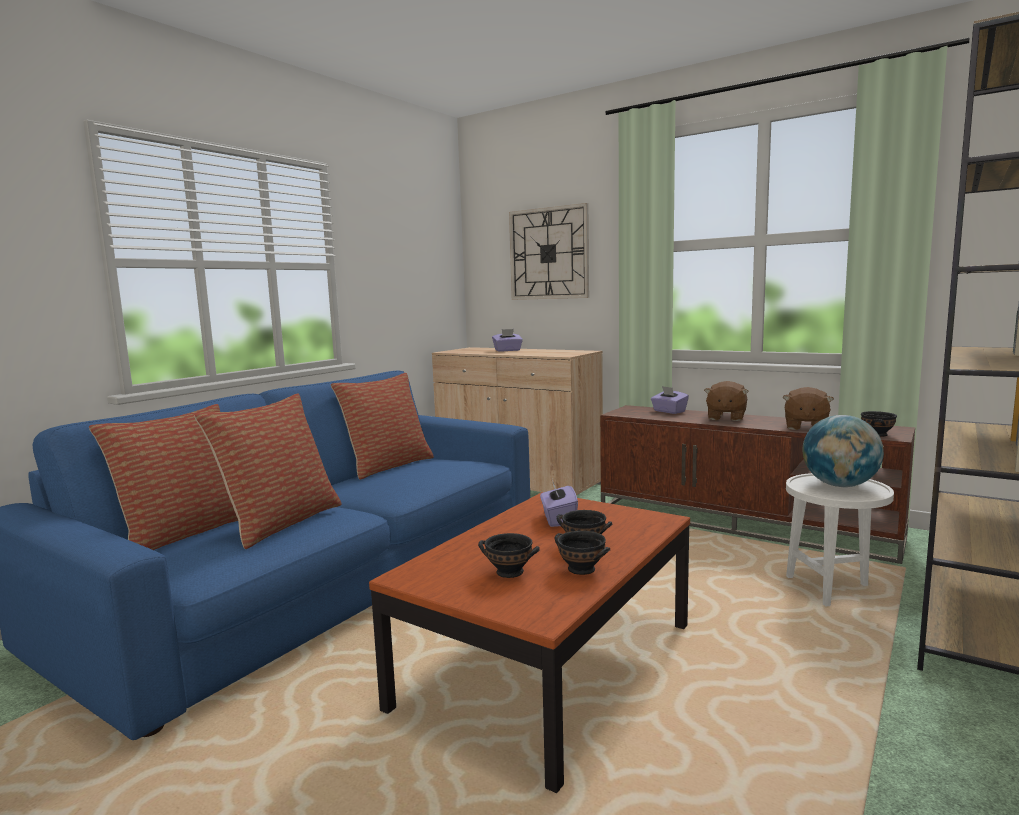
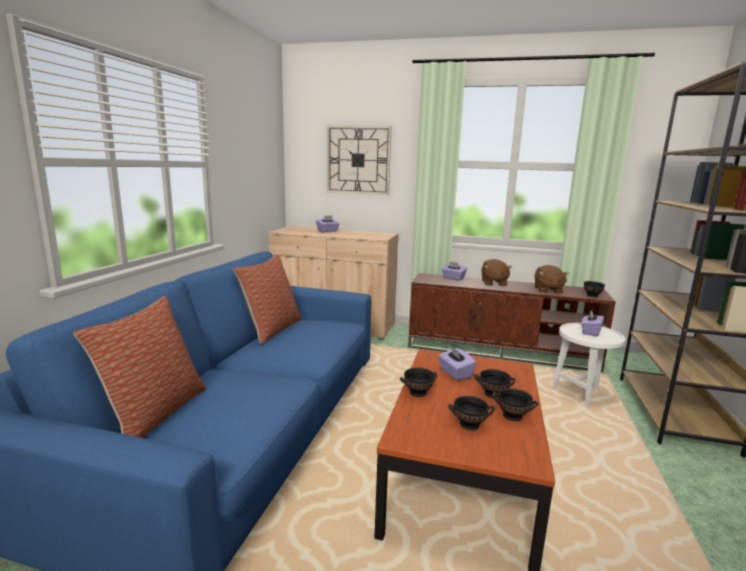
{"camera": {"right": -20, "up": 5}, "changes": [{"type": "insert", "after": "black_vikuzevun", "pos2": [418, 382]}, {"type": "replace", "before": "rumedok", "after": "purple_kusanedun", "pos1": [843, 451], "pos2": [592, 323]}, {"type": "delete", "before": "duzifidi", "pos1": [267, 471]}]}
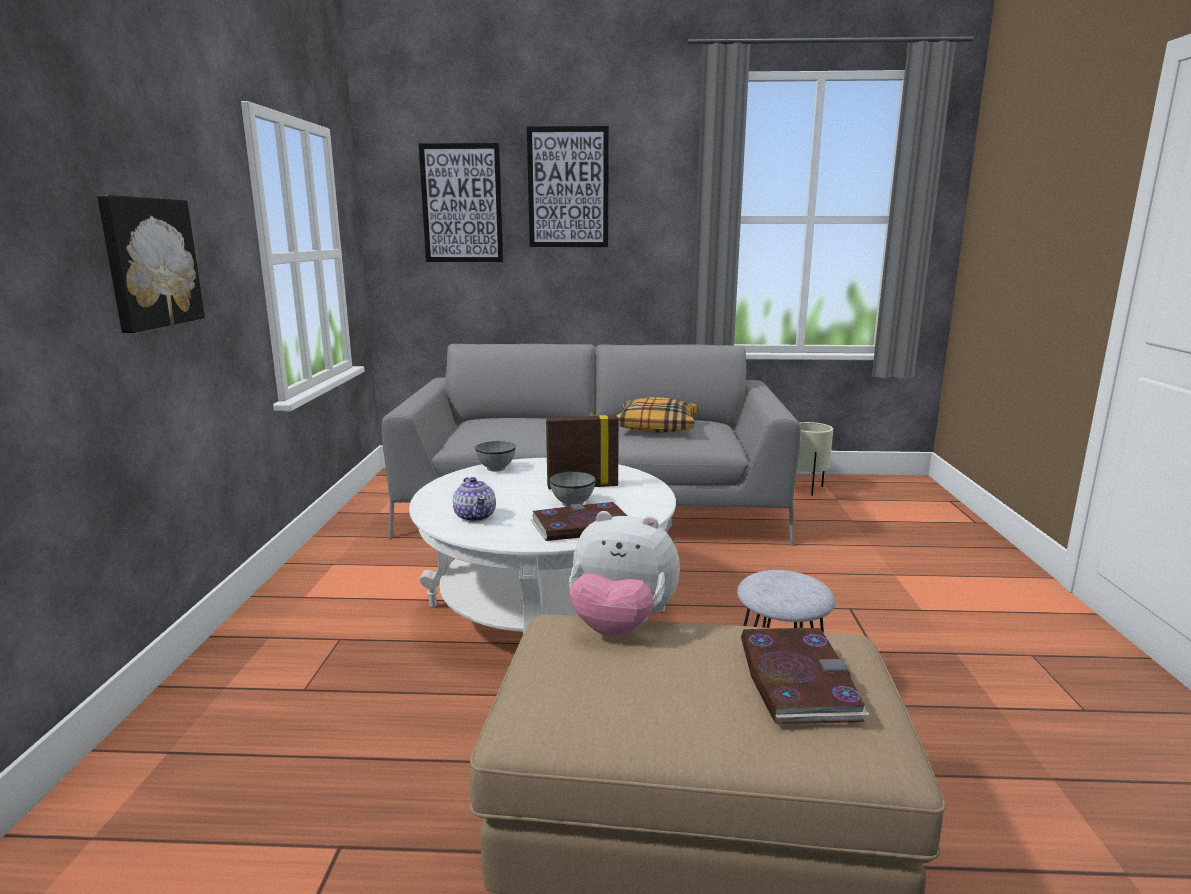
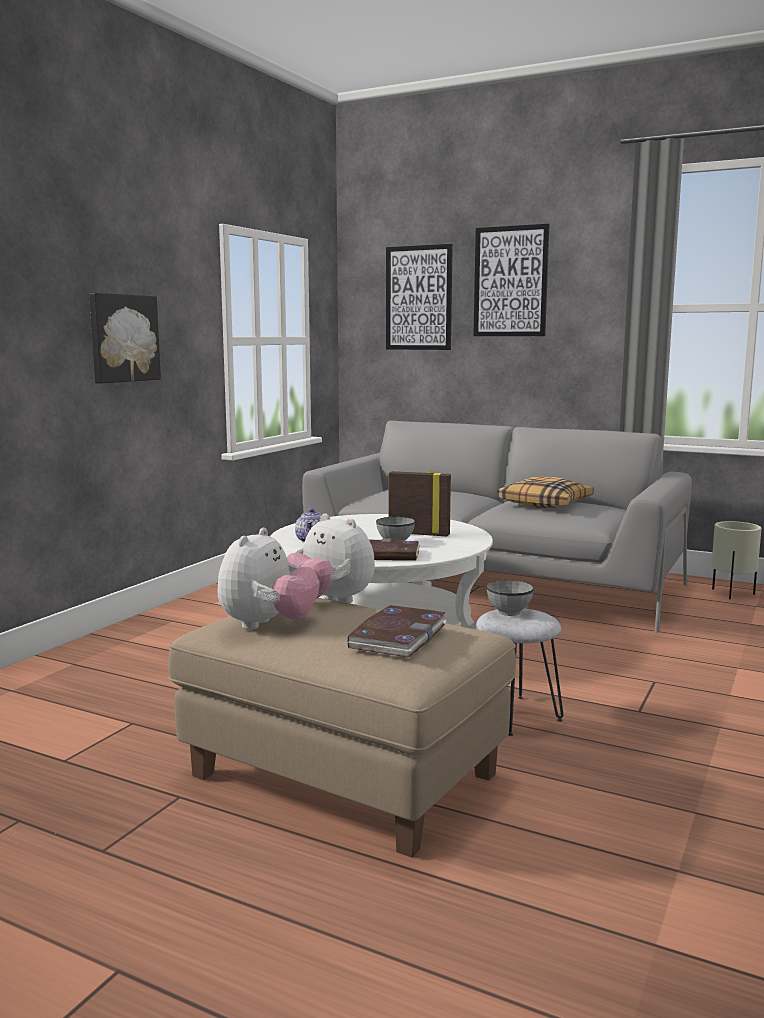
{"camera": {"right": 25, "up": -5}, "changes": [{"type": "insert", "after": "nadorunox", "pos2": [268, 579]}, {"type": "move", "before": "grey_vikuzevun", "pos1": [495, 456], "pos2": [510, 598]}]}
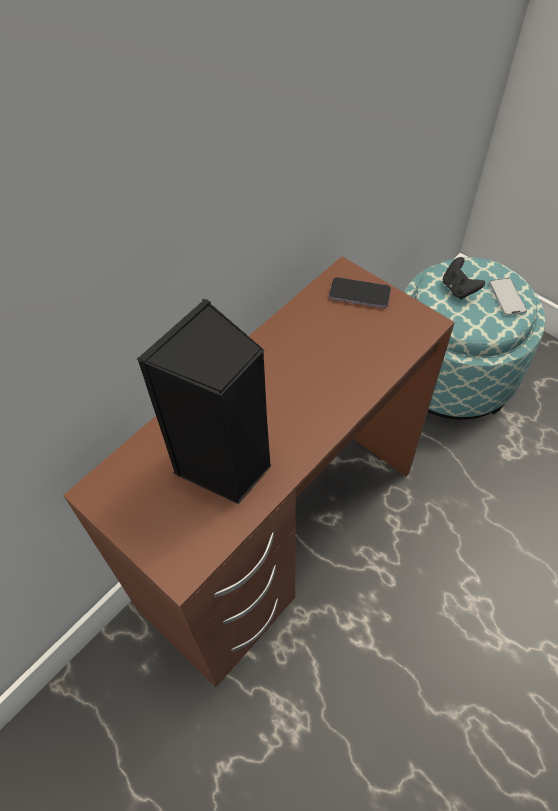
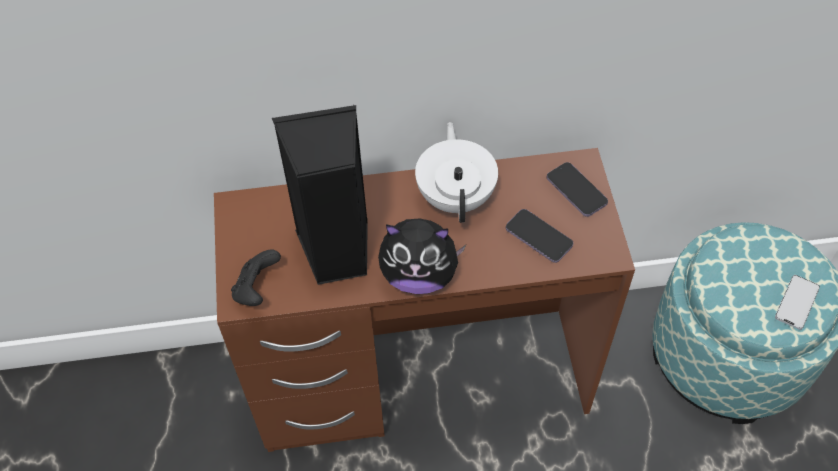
{"camera": {"right": 40, "up": 0}, "changes": [{"type": "move", "before": "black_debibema", "pos1": [464, 278], "pos2": [256, 277]}, {"type": "insert", "after": "nadorunox", "pos2": [422, 256]}, {"type": "insert", "after": "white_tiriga", "pos2": [456, 172]}, {"type": "insert", "after": "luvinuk", "pos2": [539, 236]}]}
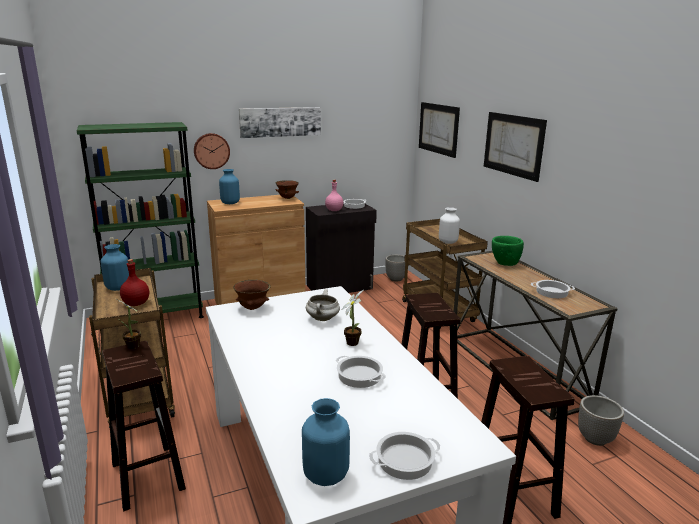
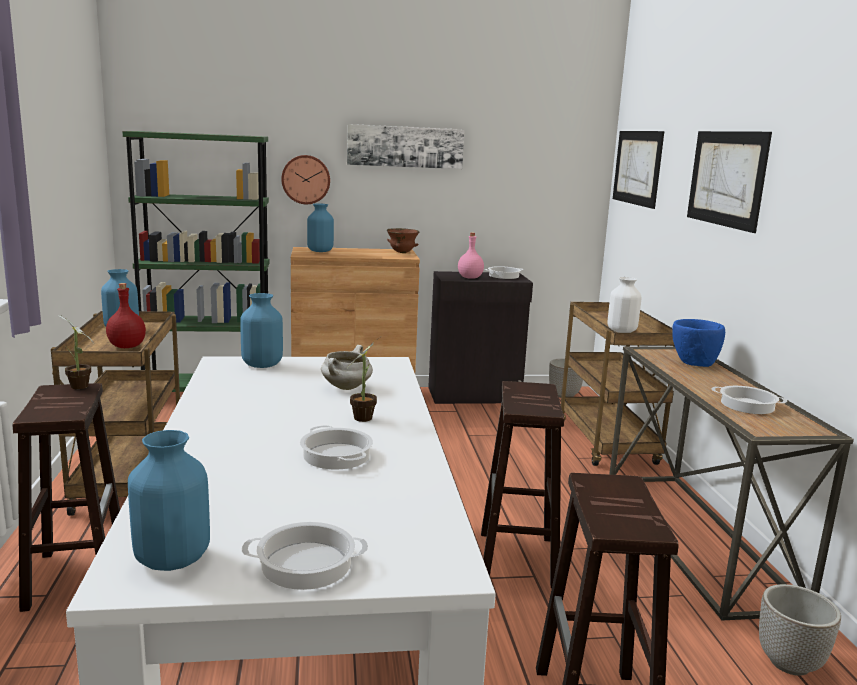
{"camera": {"right": 15, "up": -5}, "changes": [{"type": "replace", "before": "brown_vikuzevun", "after": "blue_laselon", "pos1": [252, 295], "pos2": [261, 330]}, {"type": "recolor", "before": "green_vikuzevun", "after": "blue_vikuzevun", "pos1": [508, 251], "pos2": [698, 343]}]}
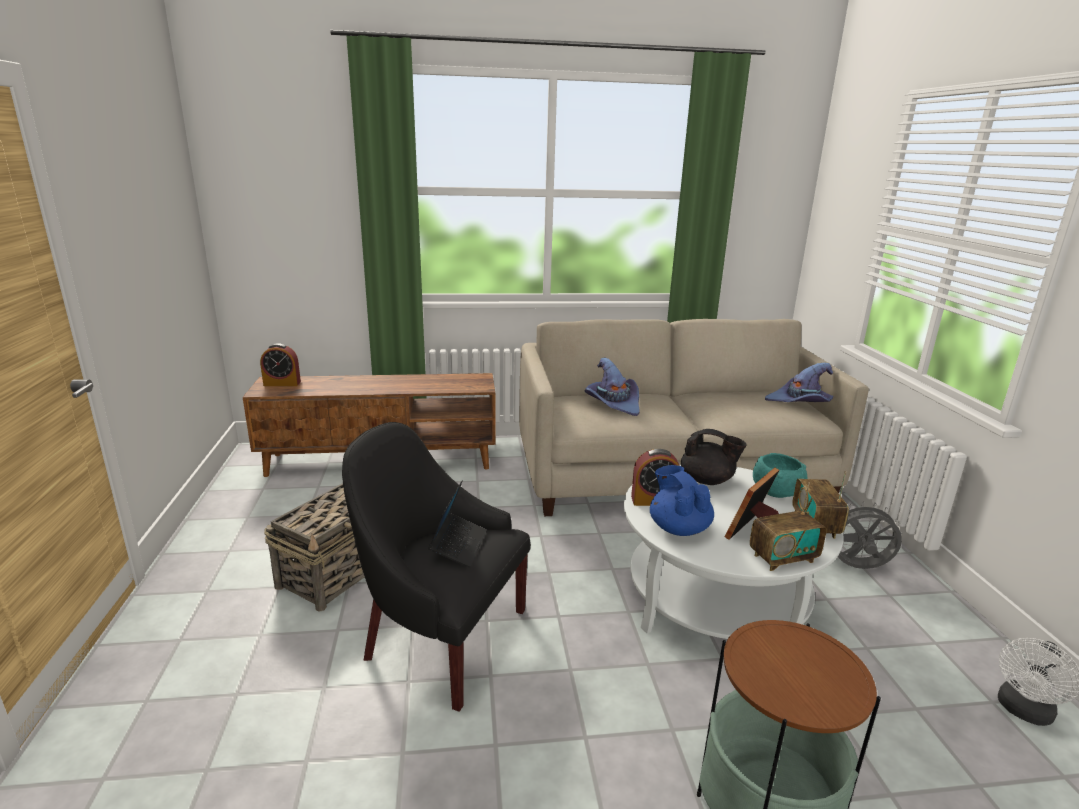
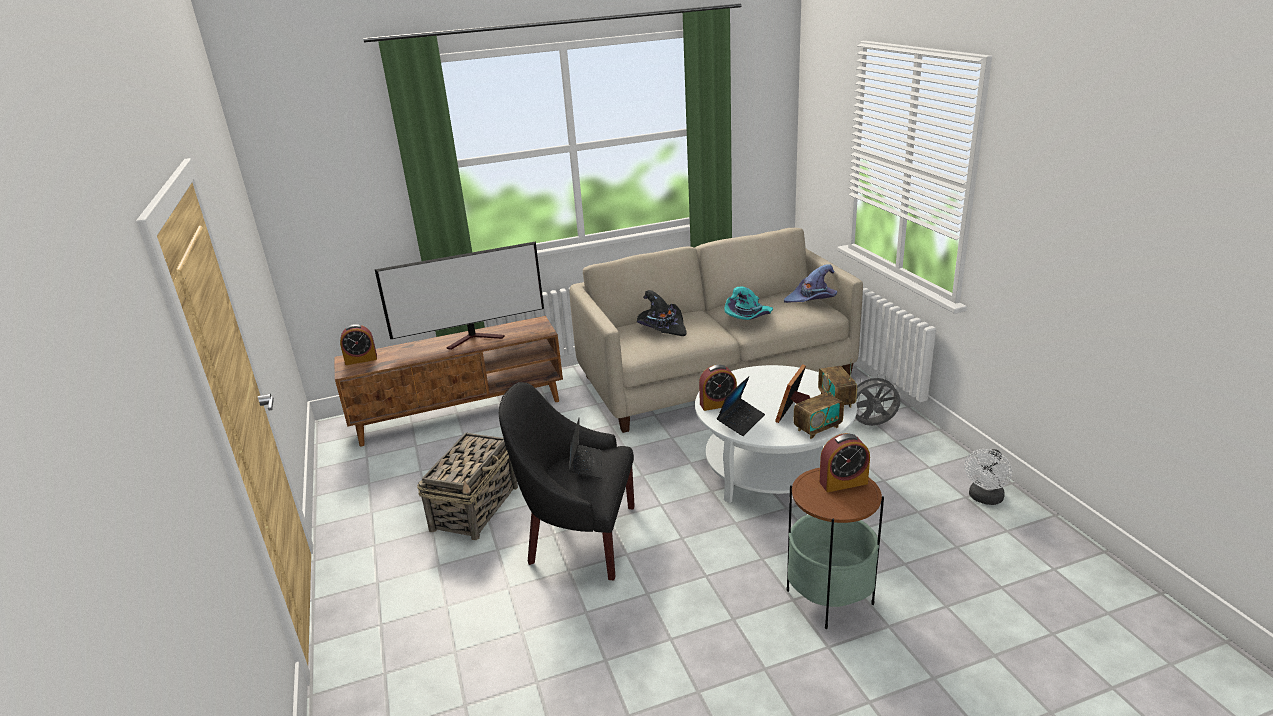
{"camera": {"right": -10, "up": 5}, "changes": [{"type": "insert", "after": "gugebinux", "pos2": [459, 295]}, {"type": "recolor", "before": "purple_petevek", "after": "black_petevek", "pos1": [612, 387], "pos2": [662, 313]}, {"type": "replace", "before": "blue_tiriga", "after": "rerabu", "pos1": [682, 500], "pos2": [741, 406]}, {"type": "insert", "after": "turquoise_petevek", "pos2": [748, 303]}, {"type": "insert", "after": "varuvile", "pos2": [844, 462]}, {"type": "delete", "before": "black_tiriga", "pos1": [714, 457]}, {"type": "delete", "before": "turquoise_vikuzevun", "pos1": [780, 475]}]}
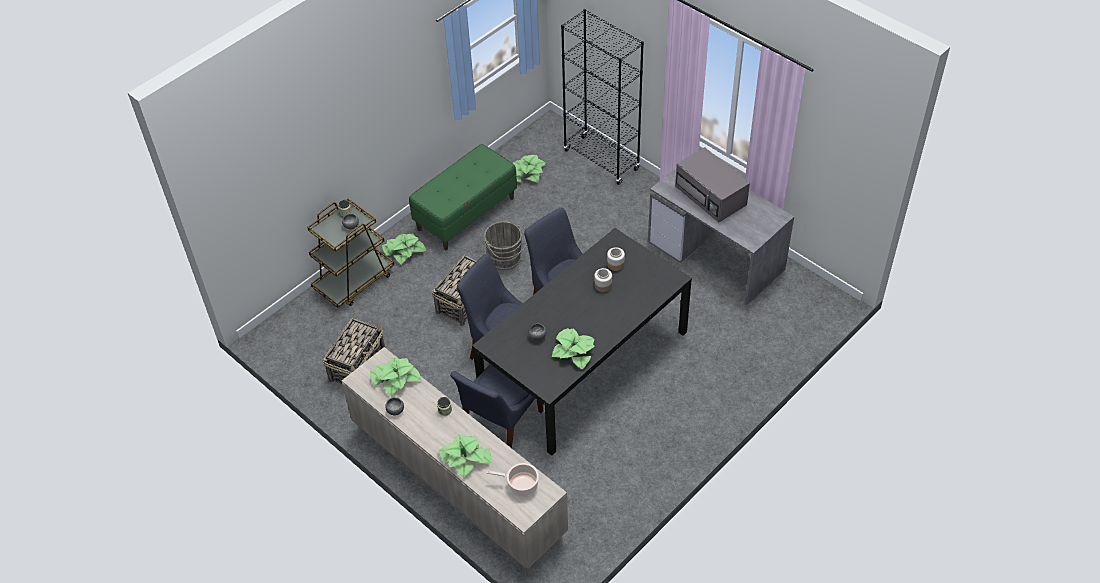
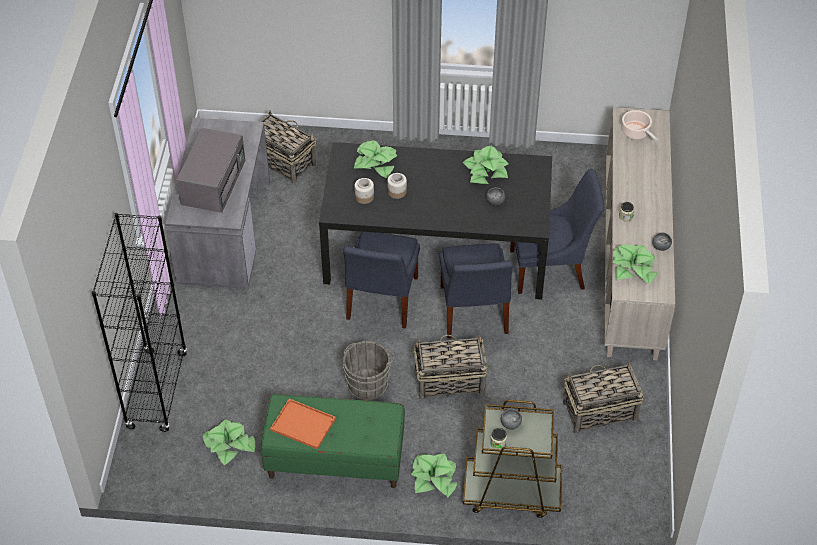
{"camera": {"right": -130, "up": 0}, "changes": [{"type": "insert", "after": "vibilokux", "pos2": [288, 147]}, {"type": "insert", "after": "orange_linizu", "pos2": [303, 424]}, {"type": "move", "before": "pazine", "pos1": [465, 456], "pos2": [375, 159]}]}
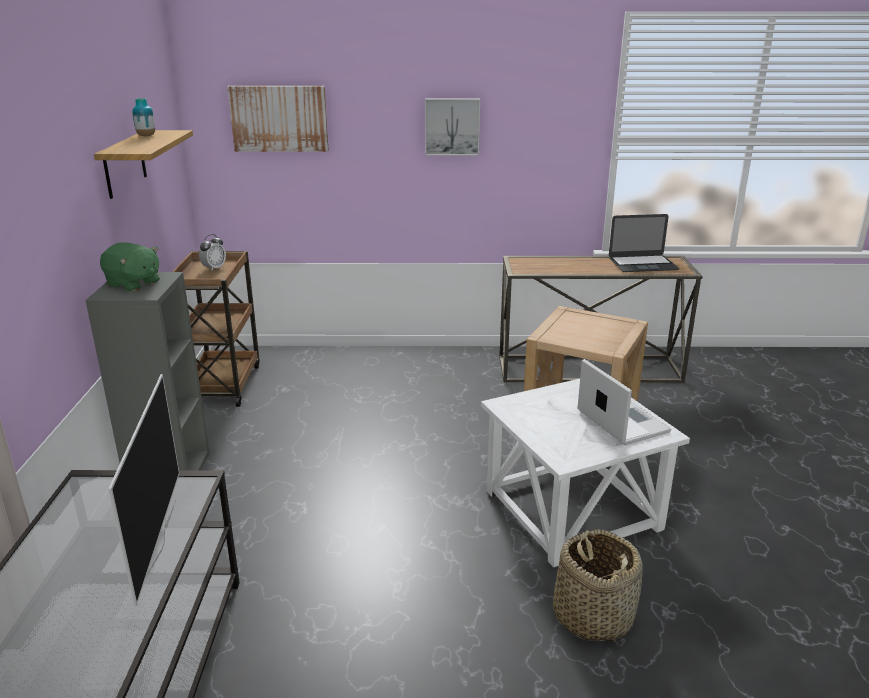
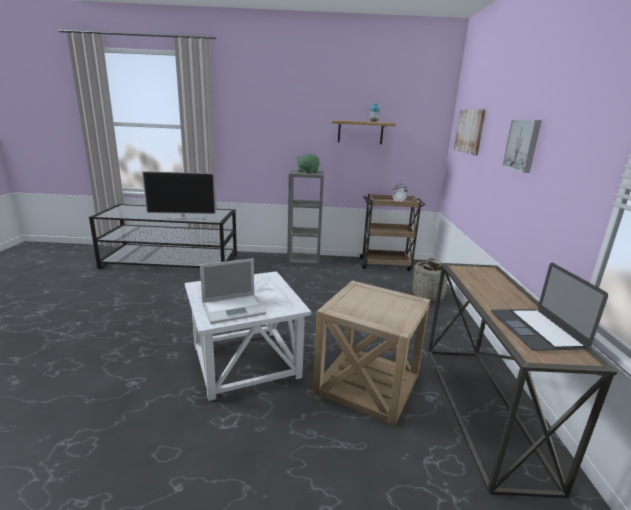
{"camera": {"right": 90, "up": -5}, "changes": [{"type": "move", "before": "vibilokux", "pos1": [598, 585], "pos2": [429, 280]}]}
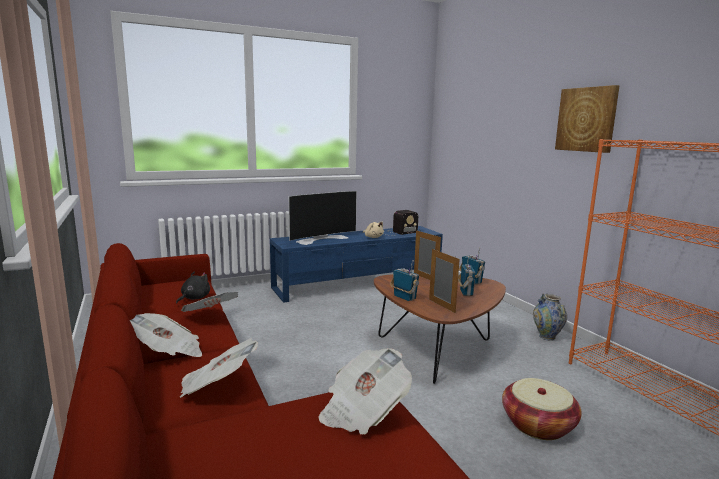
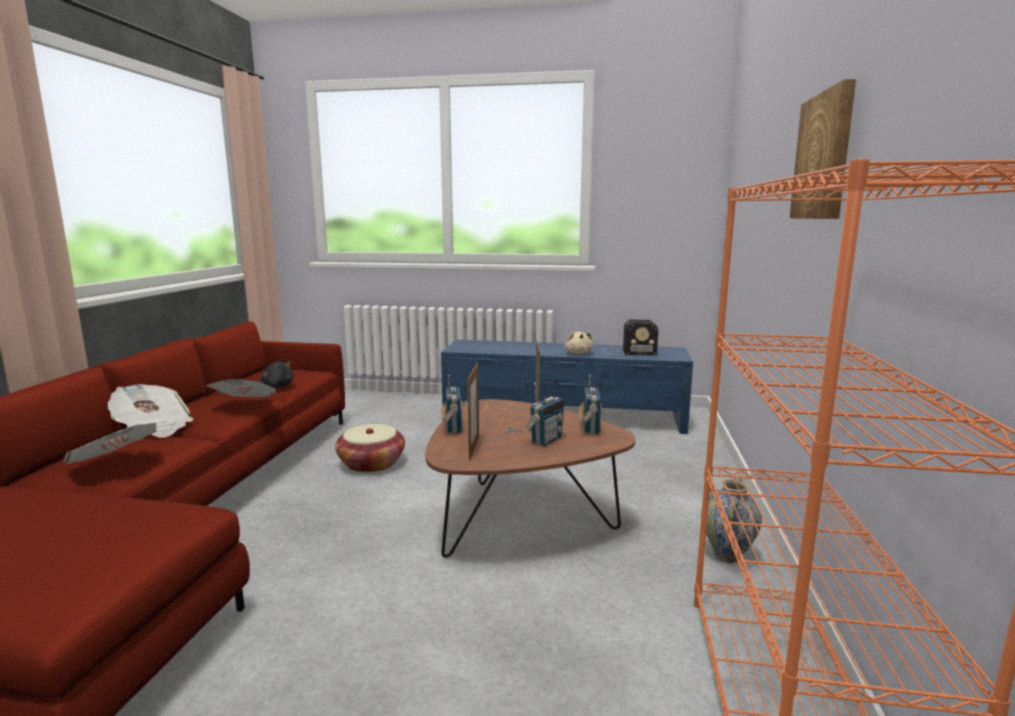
{"camera": {"right": 35, "up": 0}, "changes": [{"type": "move", "before": "vibilokux", "pos1": [542, 409], "pos2": [370, 448]}, {"type": "delete", "before": "gugebinux", "pos1": [323, 218]}, {"type": "delete", "before": "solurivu", "pos1": [365, 391]}]}
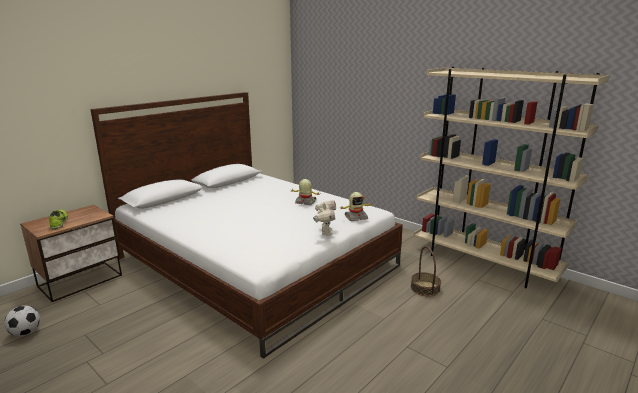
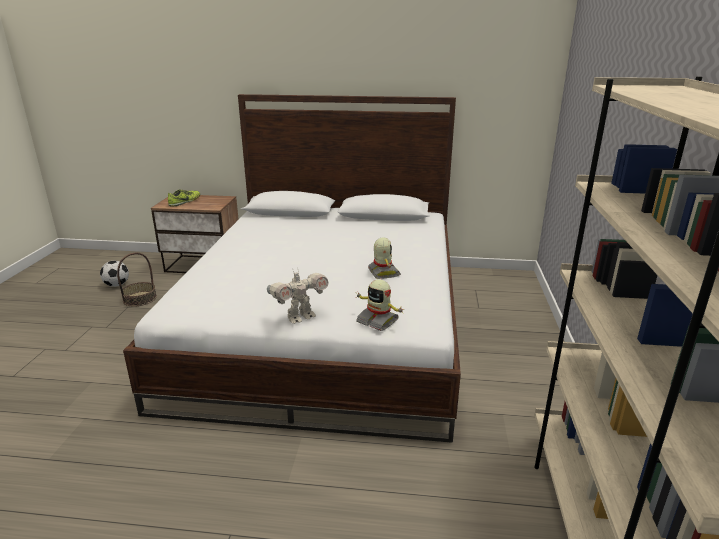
{"camera": {"right": 55, "up": 5}, "changes": [{"type": "move", "before": "vibilokux", "pos1": [426, 271], "pos2": [137, 279]}]}
